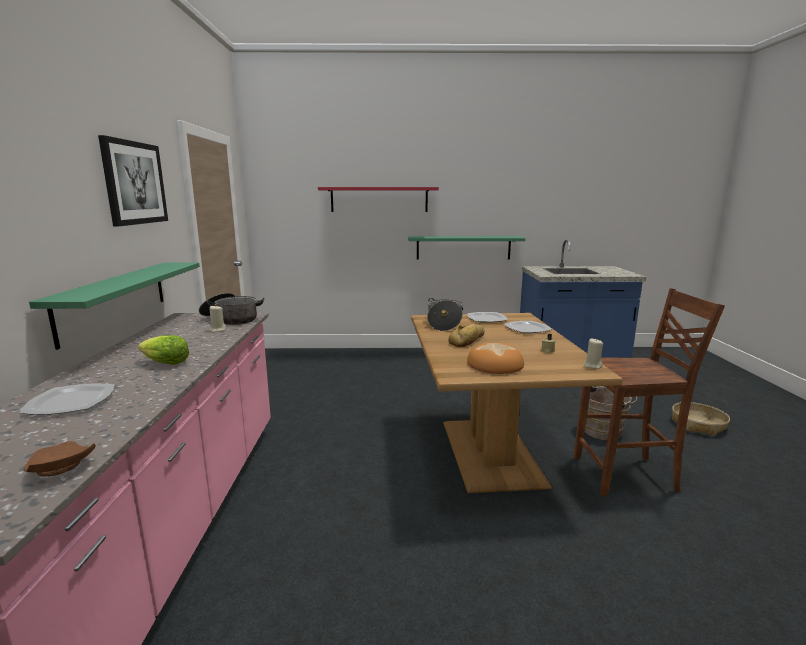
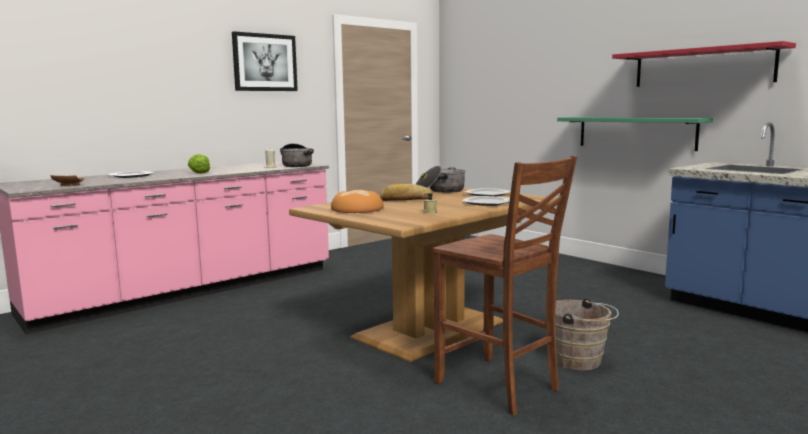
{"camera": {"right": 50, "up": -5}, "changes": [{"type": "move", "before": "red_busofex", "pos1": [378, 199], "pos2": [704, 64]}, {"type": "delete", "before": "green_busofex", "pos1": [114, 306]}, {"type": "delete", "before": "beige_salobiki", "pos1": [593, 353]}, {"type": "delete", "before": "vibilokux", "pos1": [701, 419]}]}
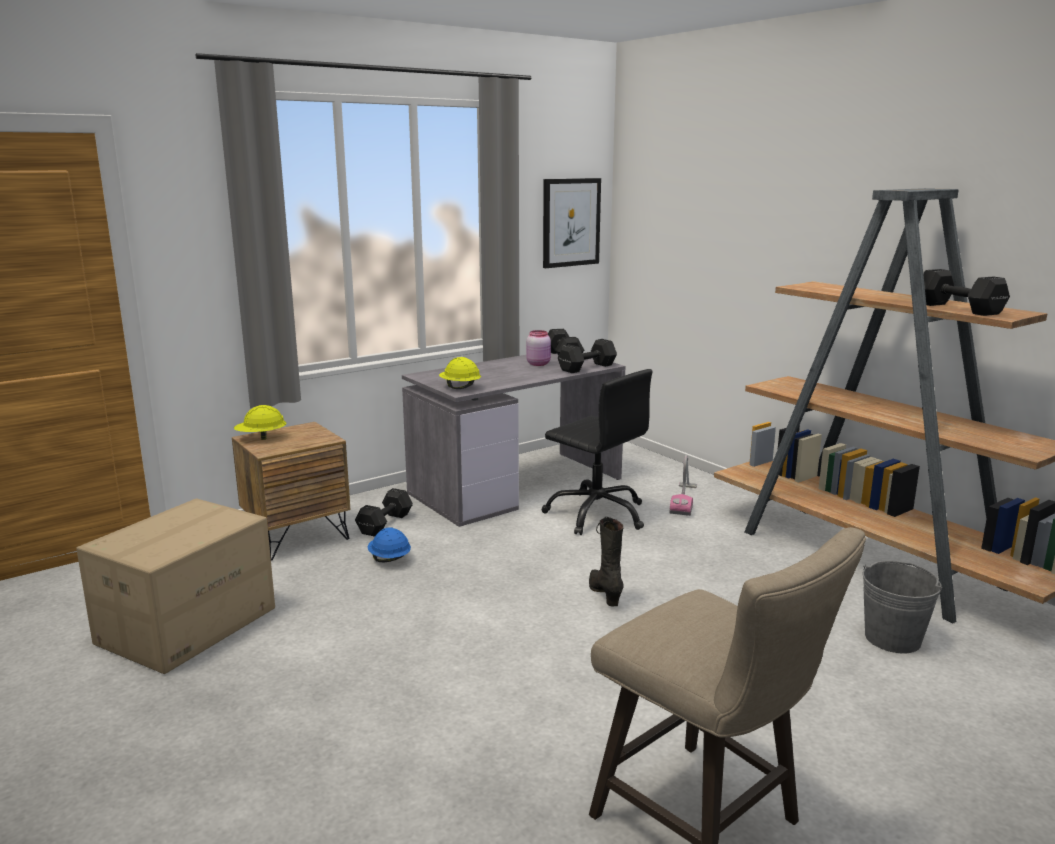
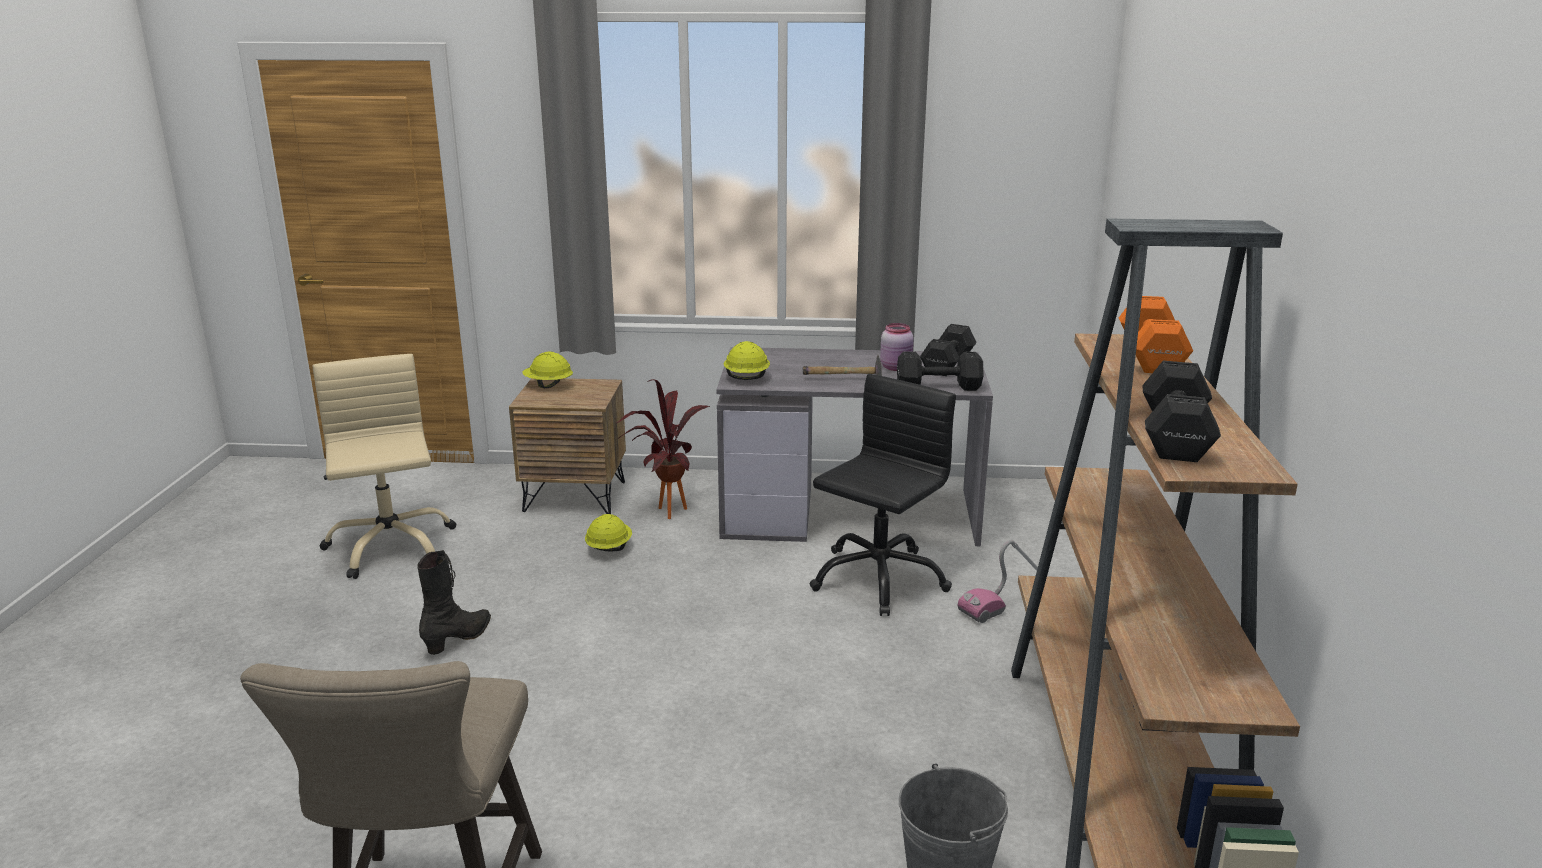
{"camera": {"right": 40, "up": 5}, "changes": [{"type": "replace", "before": "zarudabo", "after": "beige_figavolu", "pos1": [175, 586], "pos2": [384, 466]}, {"type": "move", "before": "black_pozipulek", "pos1": [606, 561], "pos2": [454, 602]}, {"type": "recolor", "before": "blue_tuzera", "after": "yellow_tuzera", "pos1": [389, 544], "pos2": [608, 533]}, {"type": "replace", "before": "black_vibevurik", "after": "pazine", "pos1": [384, 512], "pos2": [663, 449]}, {"type": "insert", "after": "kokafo", "pos2": [842, 365]}, {"type": "rotate", "before": "black_figavolu", "pos1": [597, 452], "pos2": [882, 495], "turn": -135}, {"type": "insert", "after": "orange_vibevurik", "pos2": [1156, 334]}, {"type": "delete", "before": "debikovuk", "pos1": [572, 223]}]}
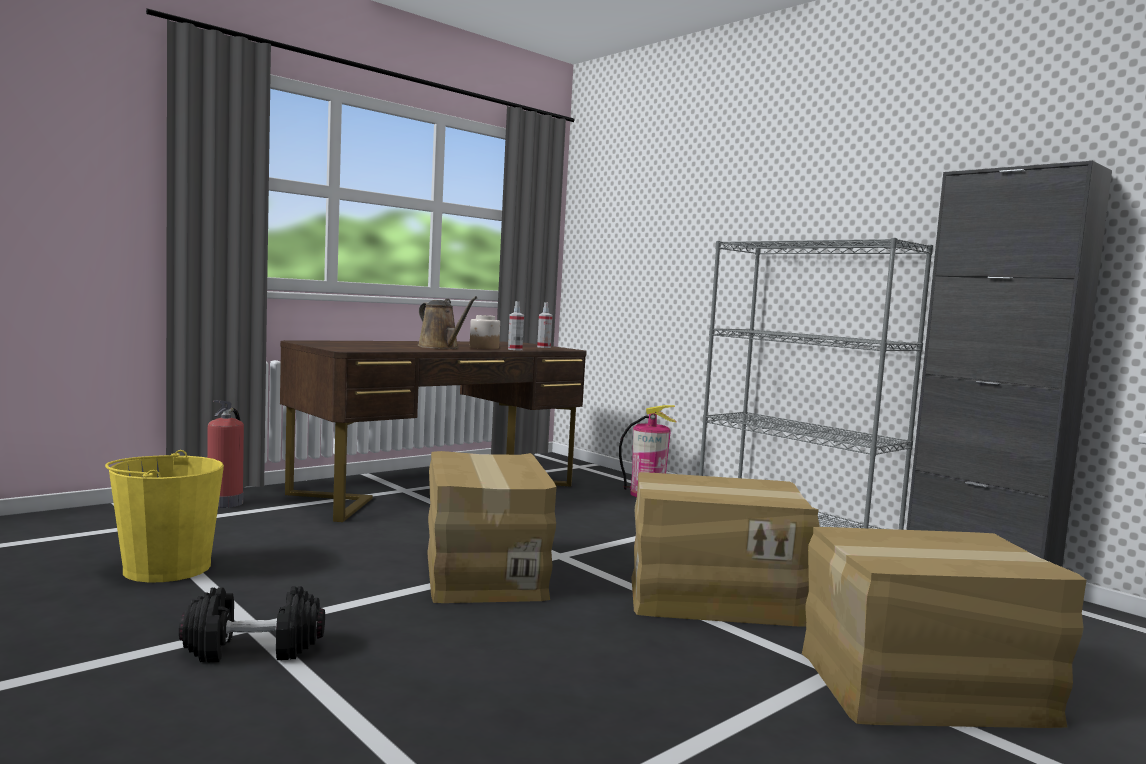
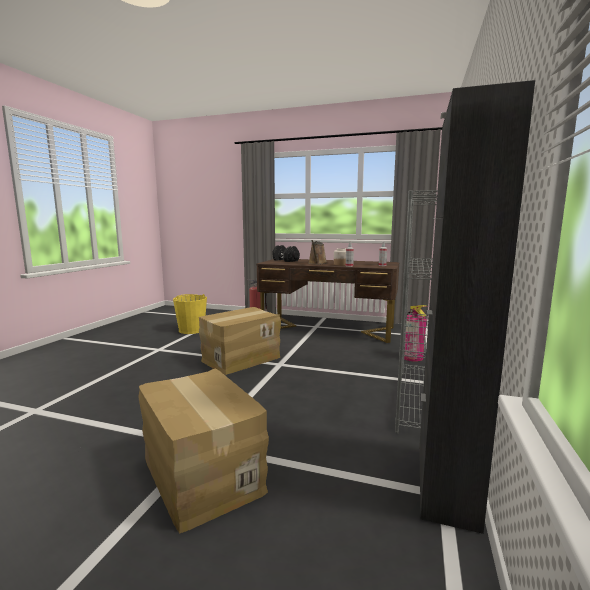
{"camera": {"right": 60, "up": 5}, "changes": [{"type": "move", "before": "black_vibevurik", "pos1": [252, 624], "pos2": [286, 253]}, {"type": "delete", "before": "zarudabo", "pos1": [725, 549]}]}
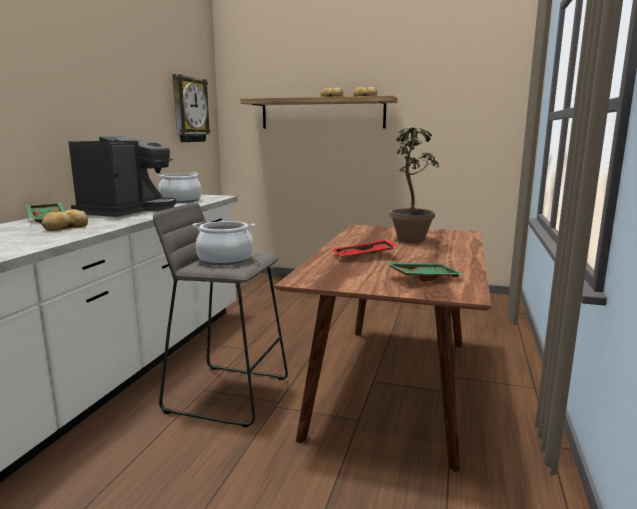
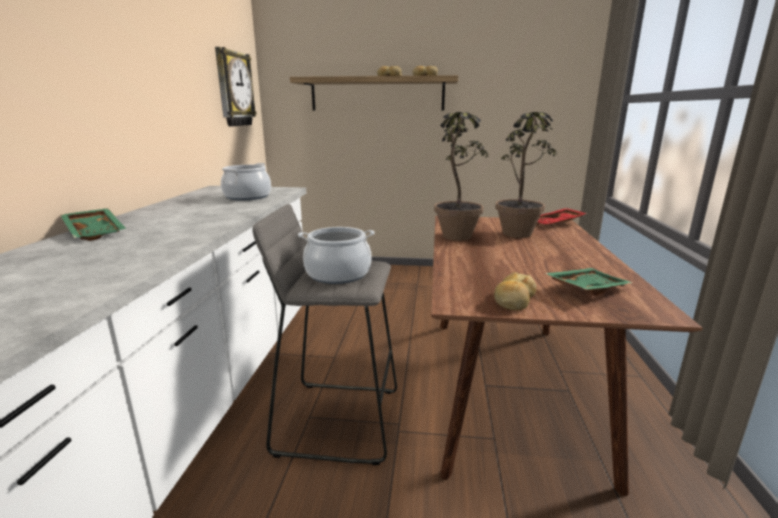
{"camera": {"right": -10, "up": 5}, "changes": [{"type": "insert", "after": "pazine", "pos2": [461, 176]}, {"type": "move", "before": "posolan", "pos1": [64, 220], "pos2": [515, 291]}, {"type": "move", "before": "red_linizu", "pos1": [364, 248], "pos2": [561, 216]}, {"type": "delete", "before": "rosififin", "pos1": [123, 176]}]}
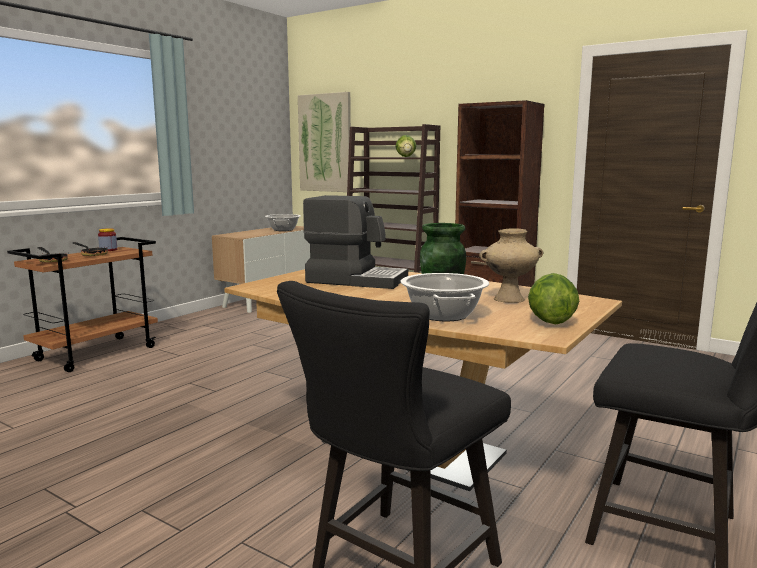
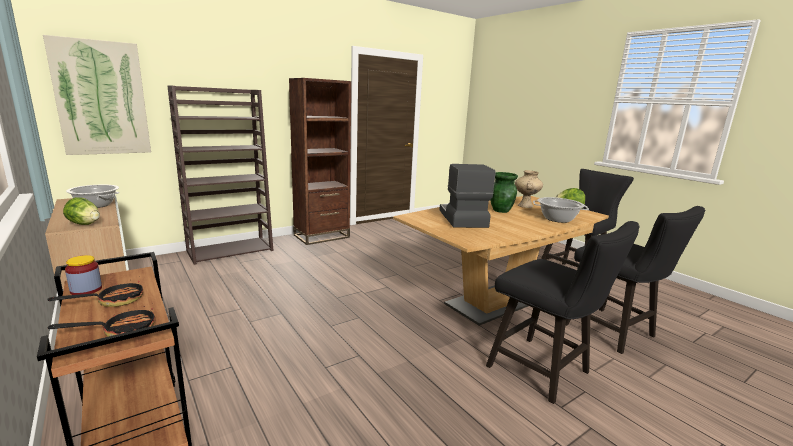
{"camera": {"right": -70, "up": 5}, "changes": [{"type": "move", "before": "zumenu", "pos1": [406, 146], "pos2": [81, 211]}, {"type": "rotate", "before": "rosififin", "pos1": [355, 242], "pos2": [467, 196], "turn": -45}, {"type": "insert", "after": "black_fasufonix", "pos2": [563, 312]}]}
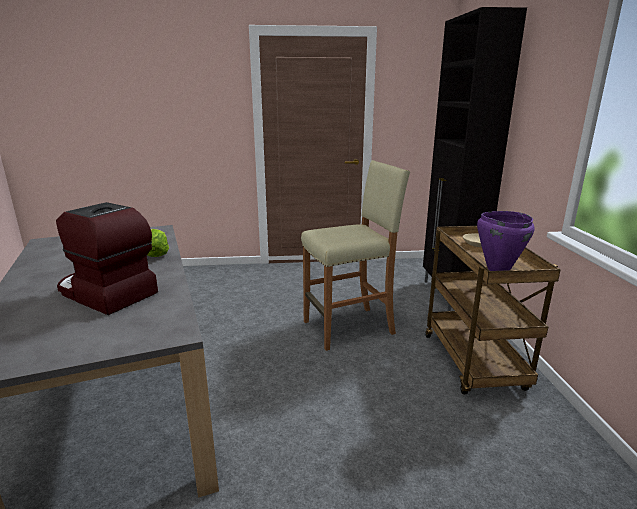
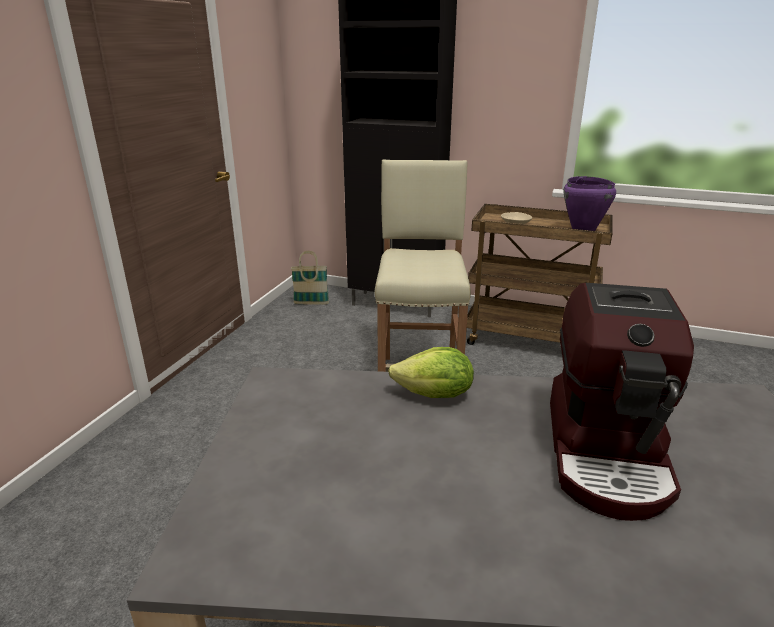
{"camera": {"right": -65, "up": 5}, "changes": [{"type": "insert", "after": "vibilokux", "pos2": [310, 278]}, {"type": "rotate", "before": "rosififin", "pos1": [107, 258], "pos2": [622, 402], "turn": -45}]}
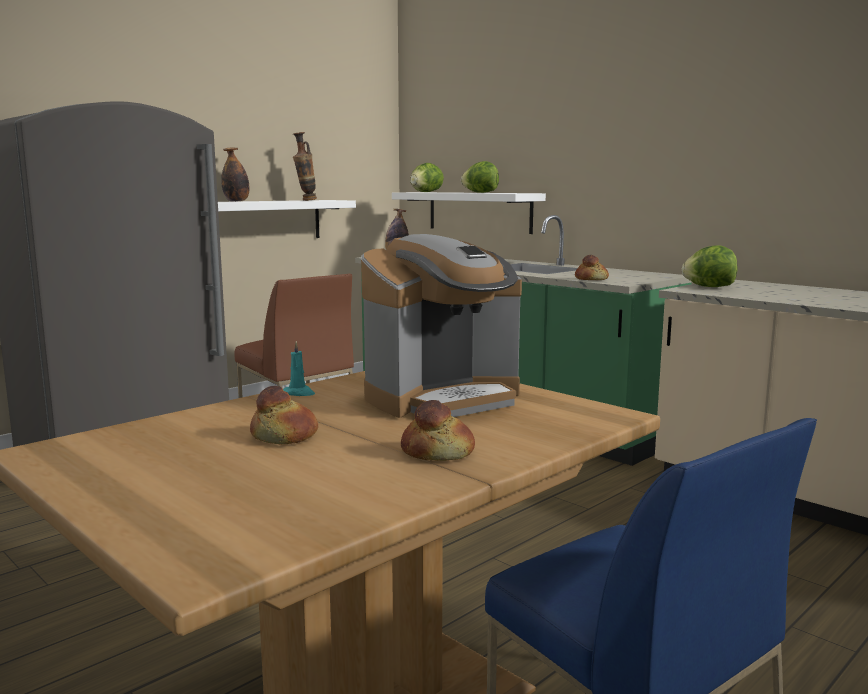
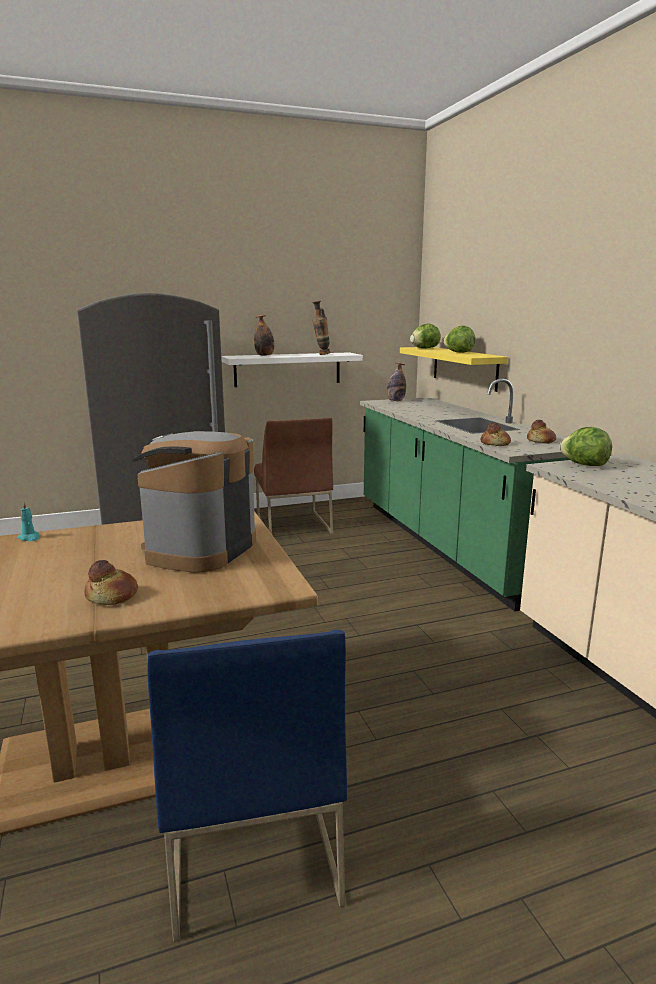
{"camera": {"right": 25, "up": 5}, "changes": [{"type": "move", "before": "turquoise_salobiki", "pos1": [299, 368], "pos2": [28, 521]}, {"type": "rotate", "before": "rosififin", "pos1": [441, 326], "pos2": [194, 502], "turn": 120}, {"type": "recolor", "before": "white_busofex", "after": "yellow_busofex", "pos1": [469, 213], "pos2": [454, 369]}, {"type": "move", "before": "posolan", "pos1": [284, 415], "pos2": [541, 431]}]}
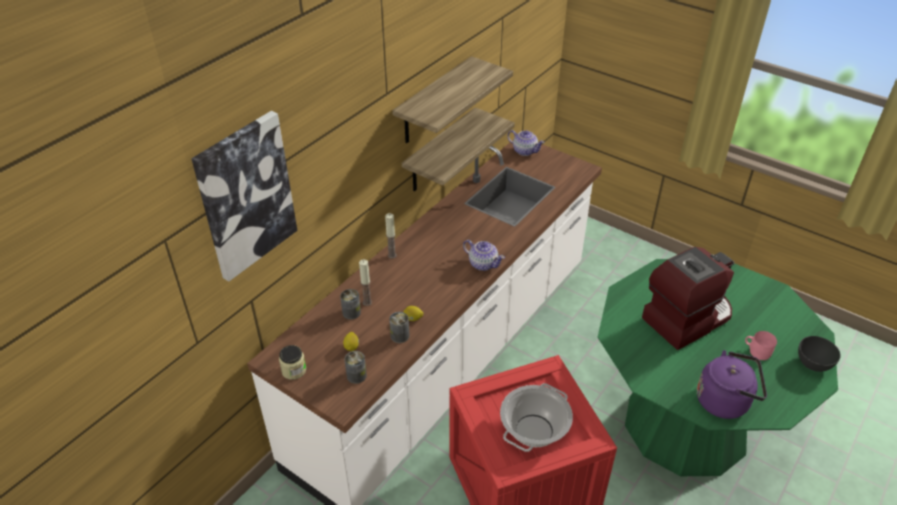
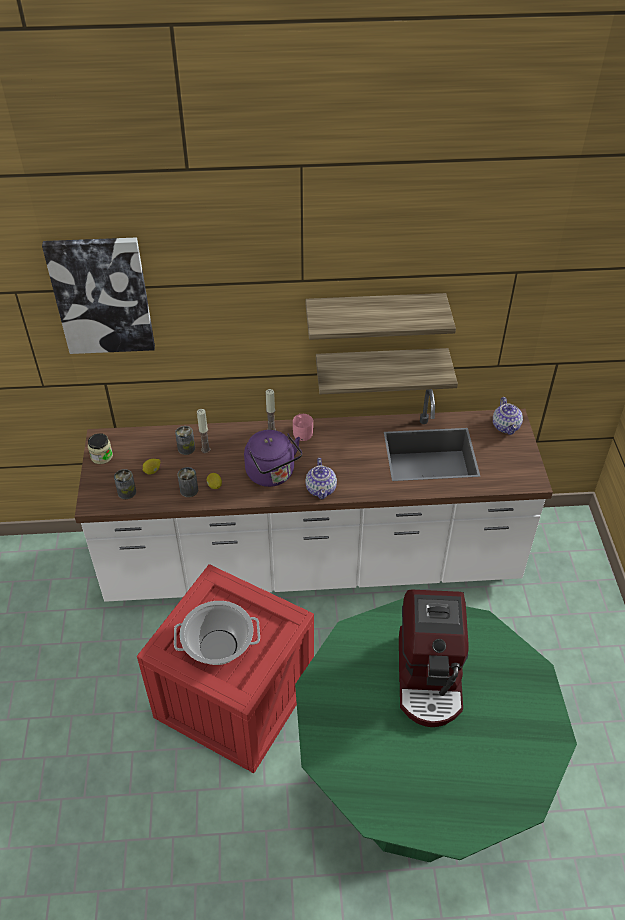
{"camera": {"right": 50, "up": 5}, "changes": [{"type": "move", "before": "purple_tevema", "pos1": [732, 384], "pos2": [273, 458]}, {"type": "move", "before": "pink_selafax", "pos1": [761, 345], "pos2": [303, 427]}, {"type": "rotate", "before": "rosififin", "pos1": [688, 298], "pos2": [434, 658], "turn": 75}, {"type": "delete", "before": "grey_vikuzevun", "pos1": [819, 354]}]}
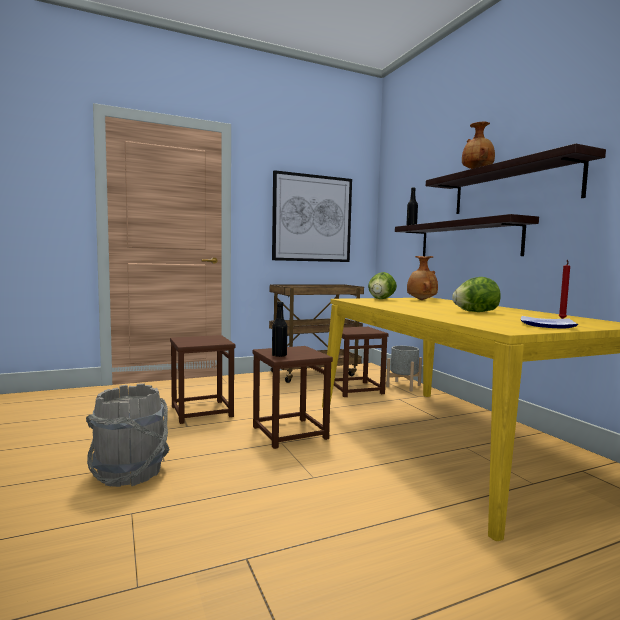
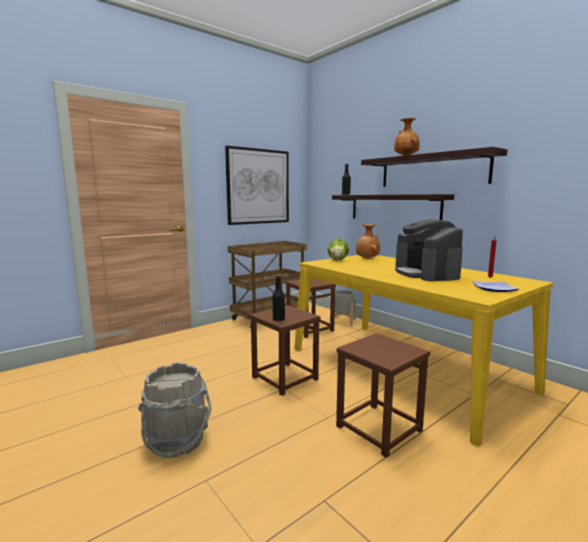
{"camera": {"right": -15, "up": 5}, "changes": [{"type": "move", "before": "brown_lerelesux", "pos1": [202, 379], "pos2": [383, 395]}, {"type": "replace", "before": "zumenu", "after": "rosififin", "pos1": [476, 294], "pos2": [429, 250]}]}
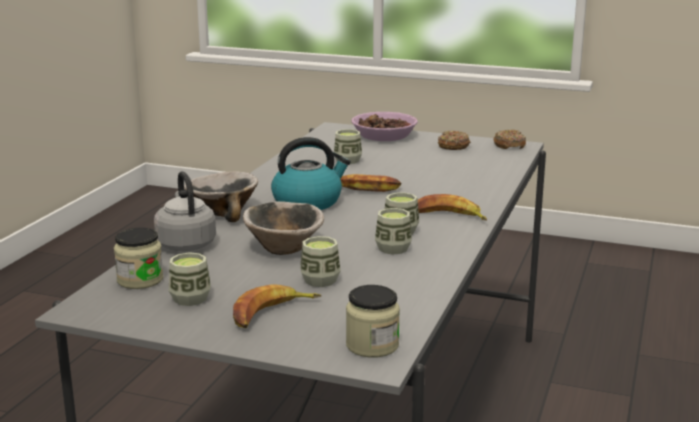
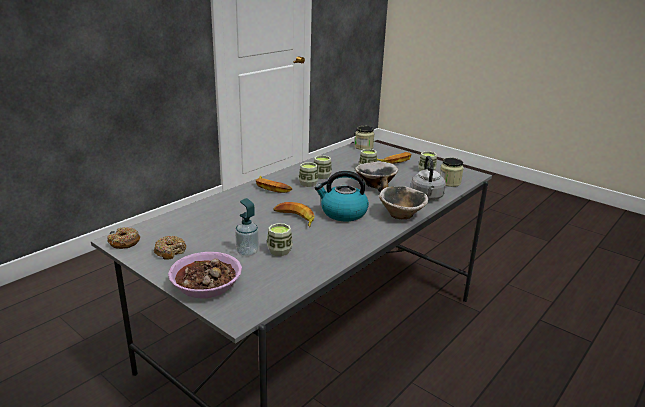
{"camera": {"right": -160, "up": 5}, "changes": [{"type": "insert", "after": "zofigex", "pos2": [247, 227]}]}
